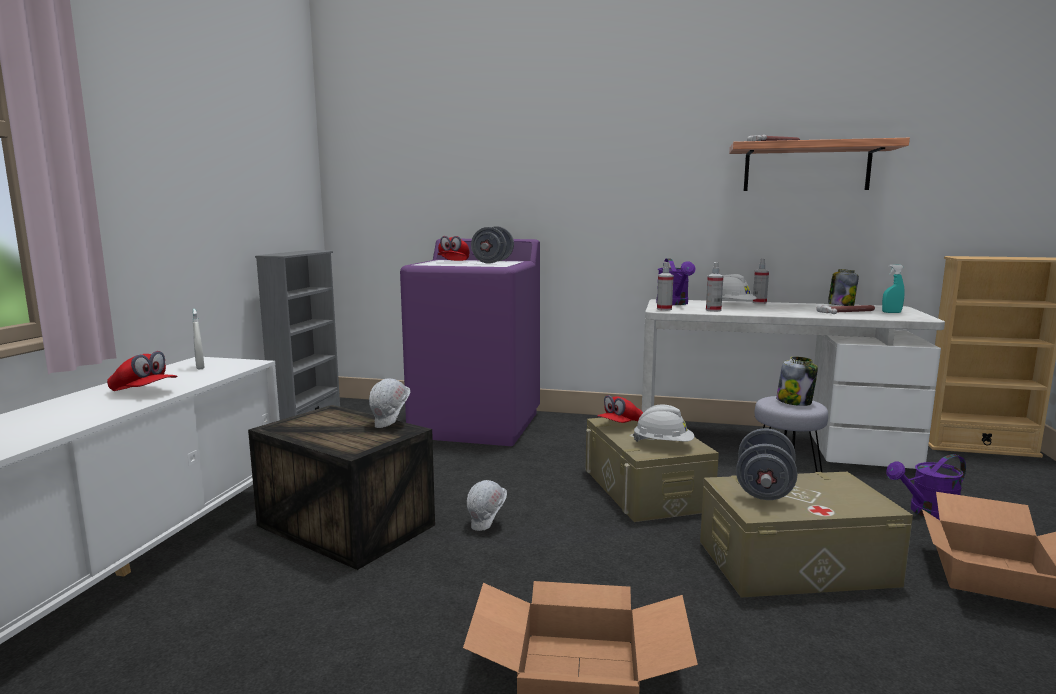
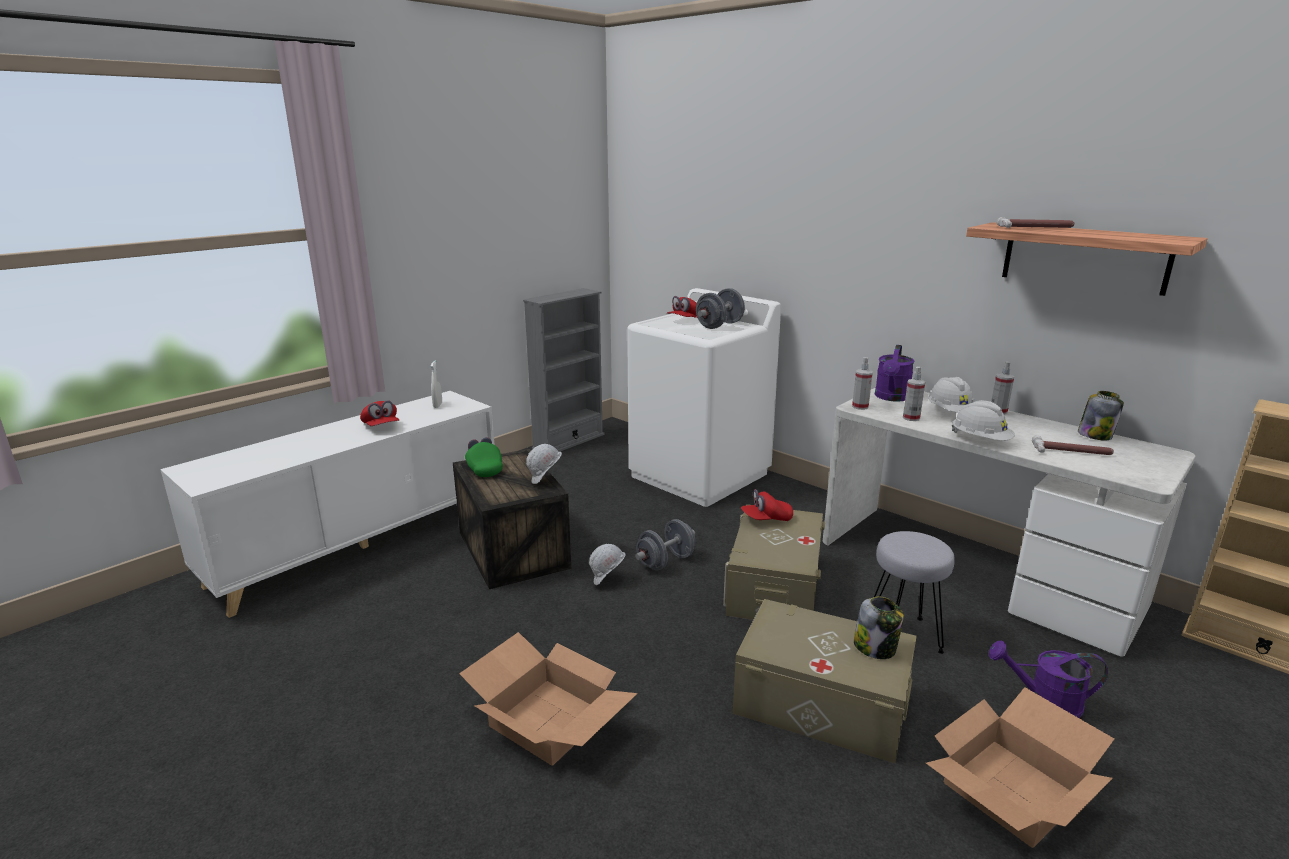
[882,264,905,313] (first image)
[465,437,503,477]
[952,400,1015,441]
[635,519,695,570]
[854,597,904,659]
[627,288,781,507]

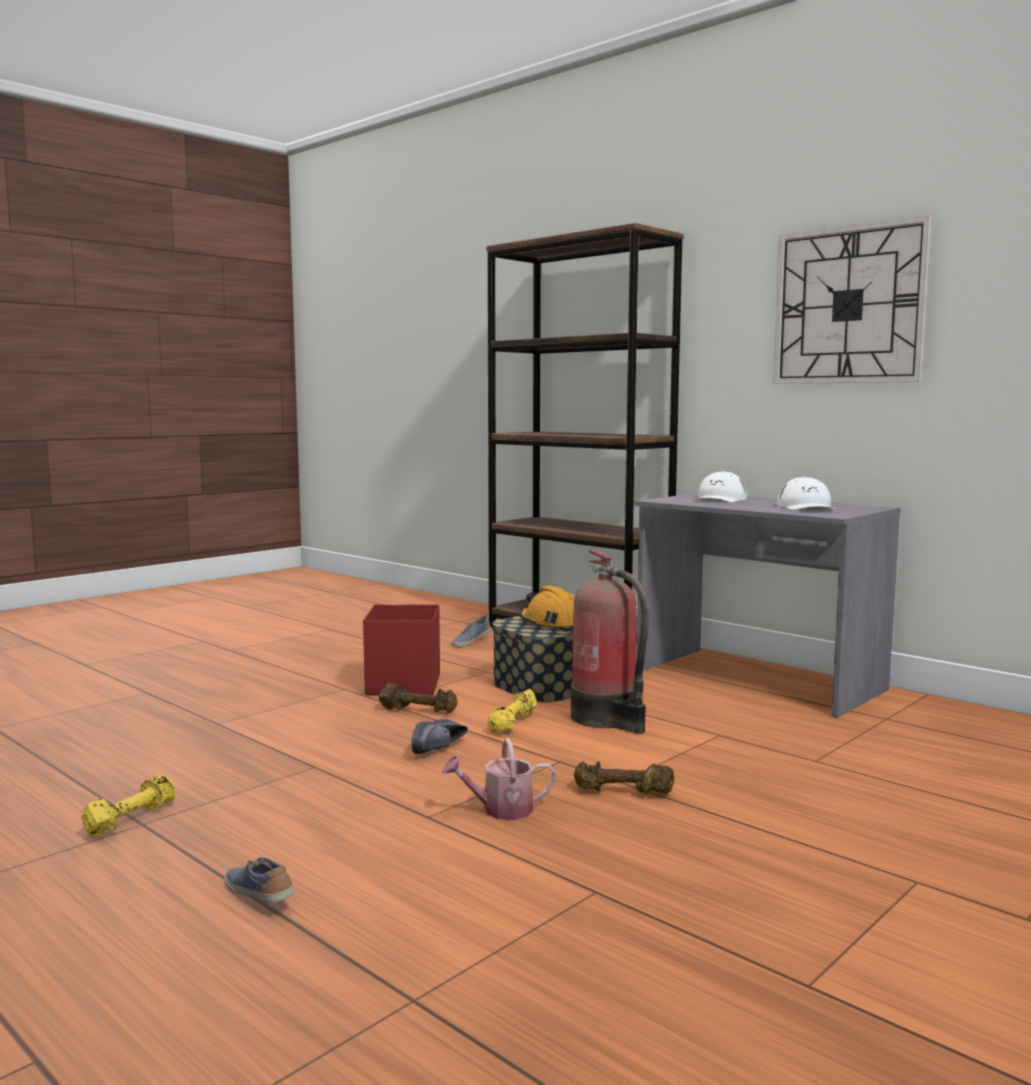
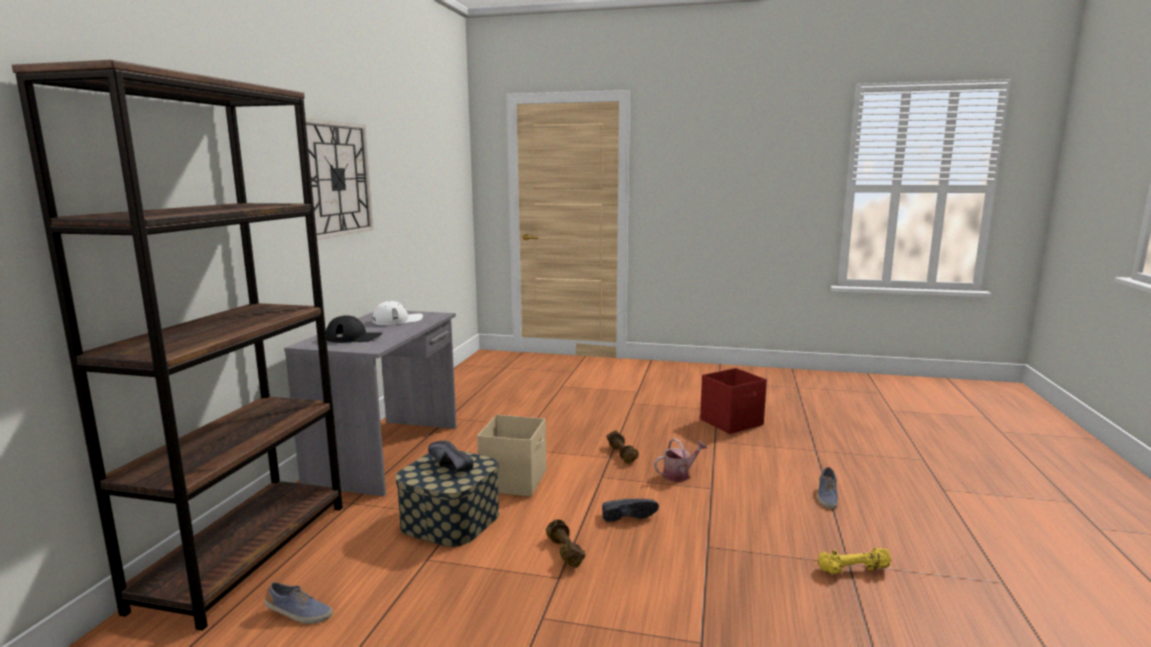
[487,689,537,733] (first image)
[700,368,767,434]
[428,440,474,472]
[477,414,546,497]
[326,316,382,343]
[654,438,707,482]

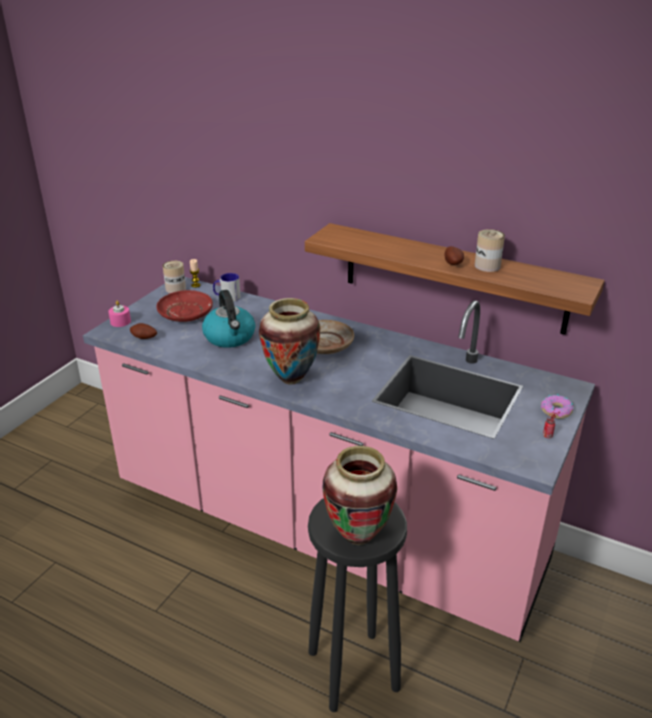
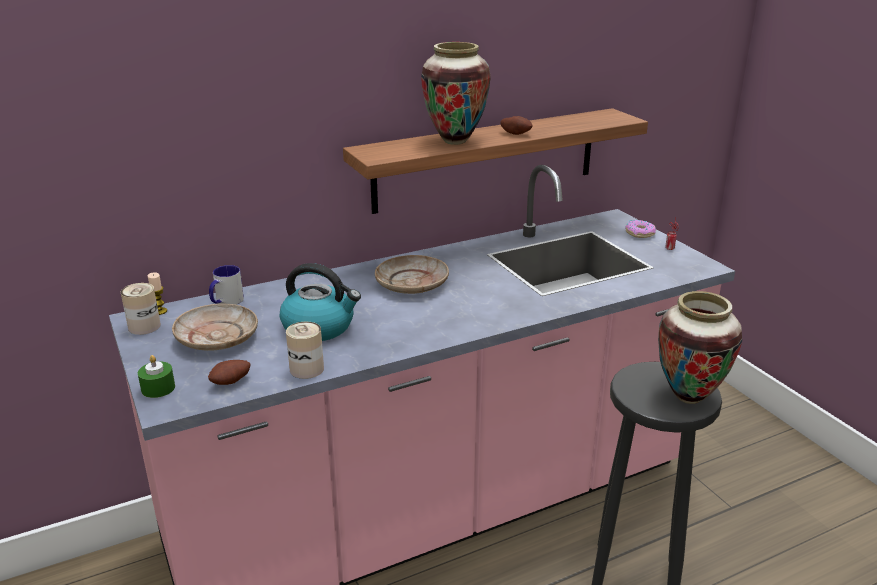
[421,42,491,145]
[286,322,324,379]
[138,355,175,398]
[172,304,258,351]

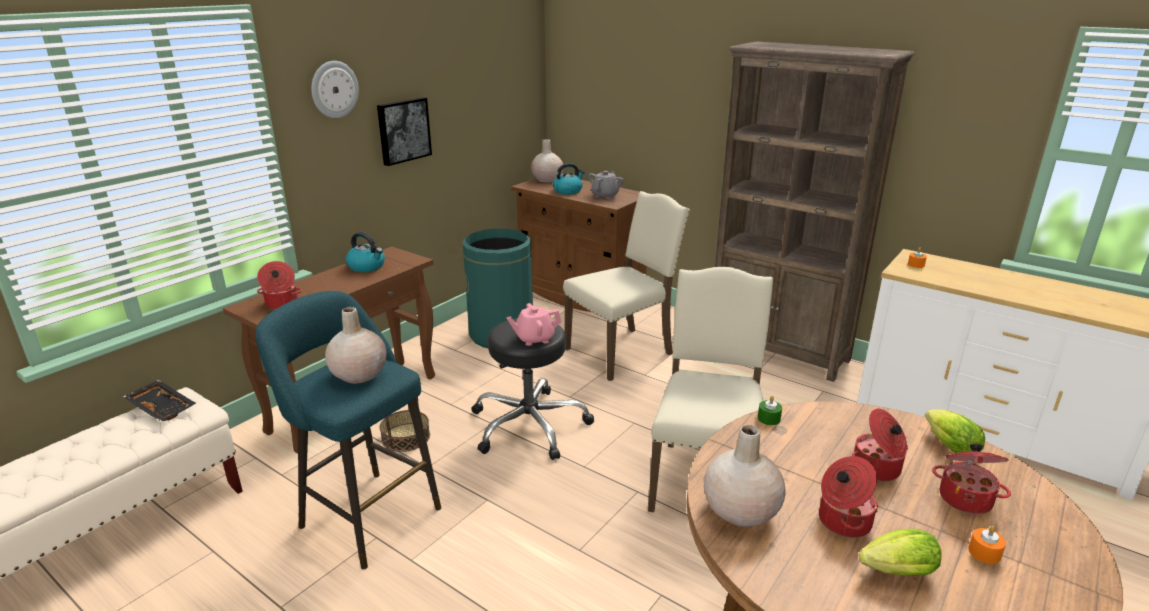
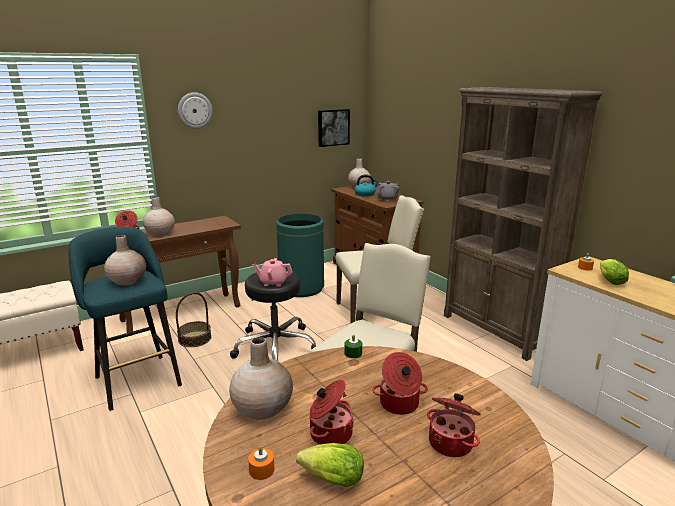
[123,380,196,422] (first image)
[346,232,385,272] (first image)
[143,196,175,236]
[318,109,350,147]
[600,259,629,285]
[248,446,275,480]

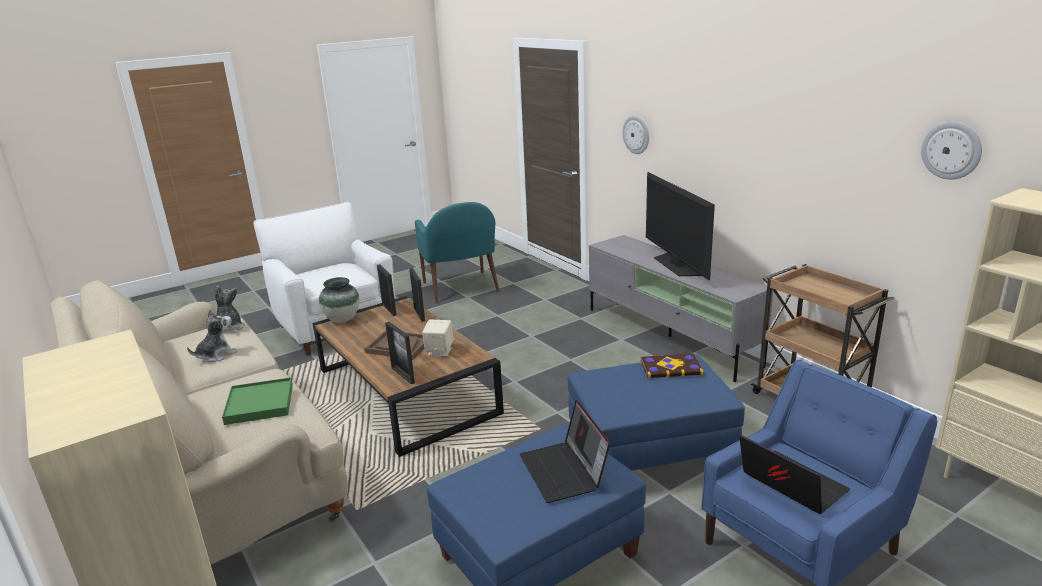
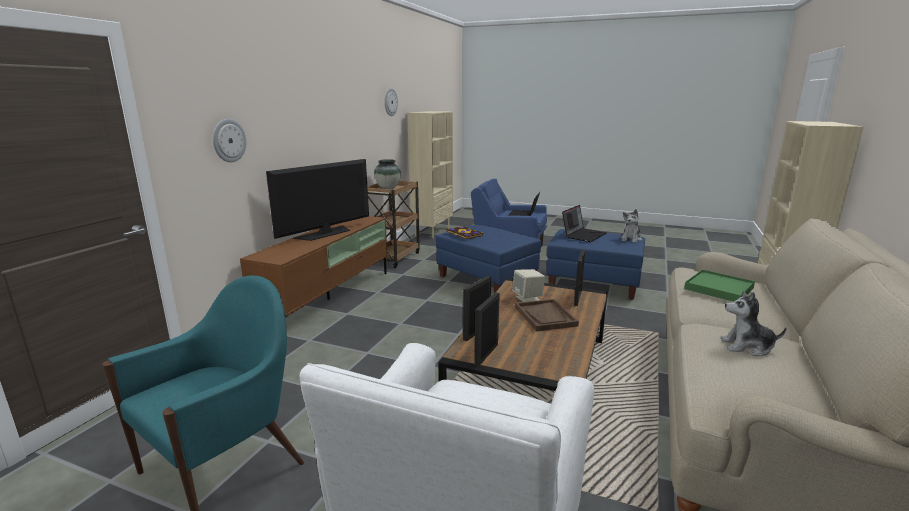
[621,209,642,243]
[374,159,401,189]
[240,216,387,317]

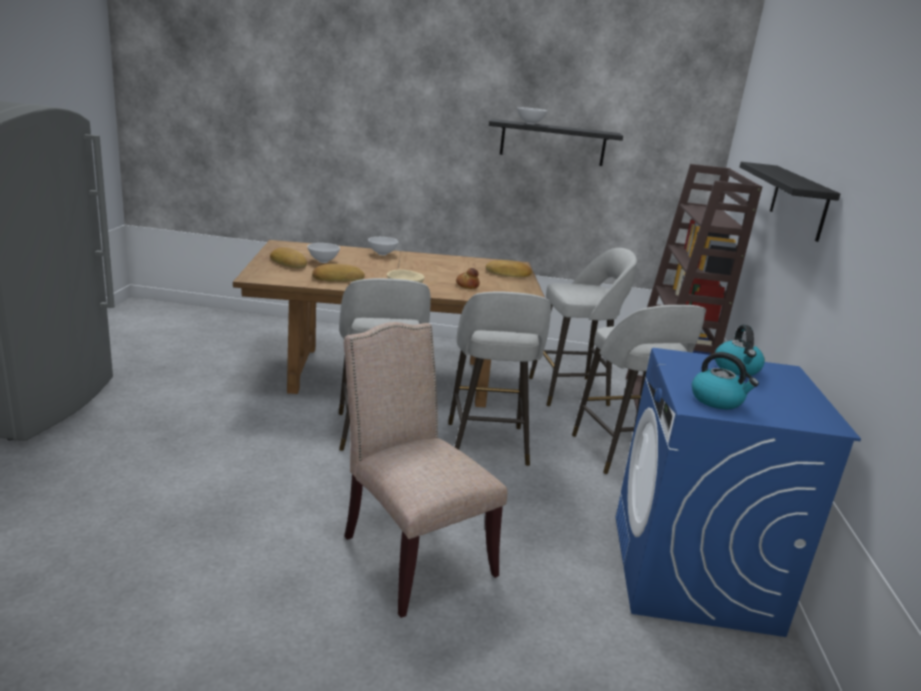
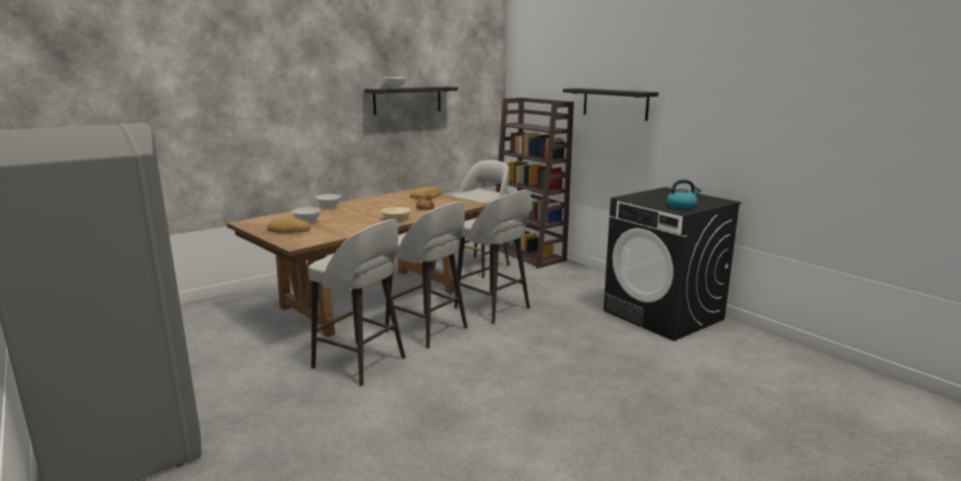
[312,264,365,282] (first image)
[343,322,508,618] (first image)
[715,325,765,375] (first image)
[308,219,406,386]
[603,187,741,341]

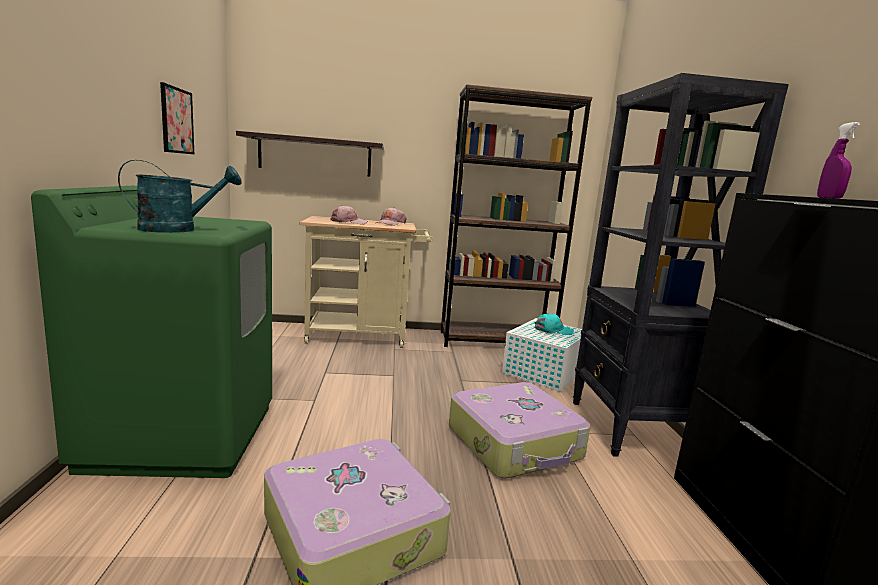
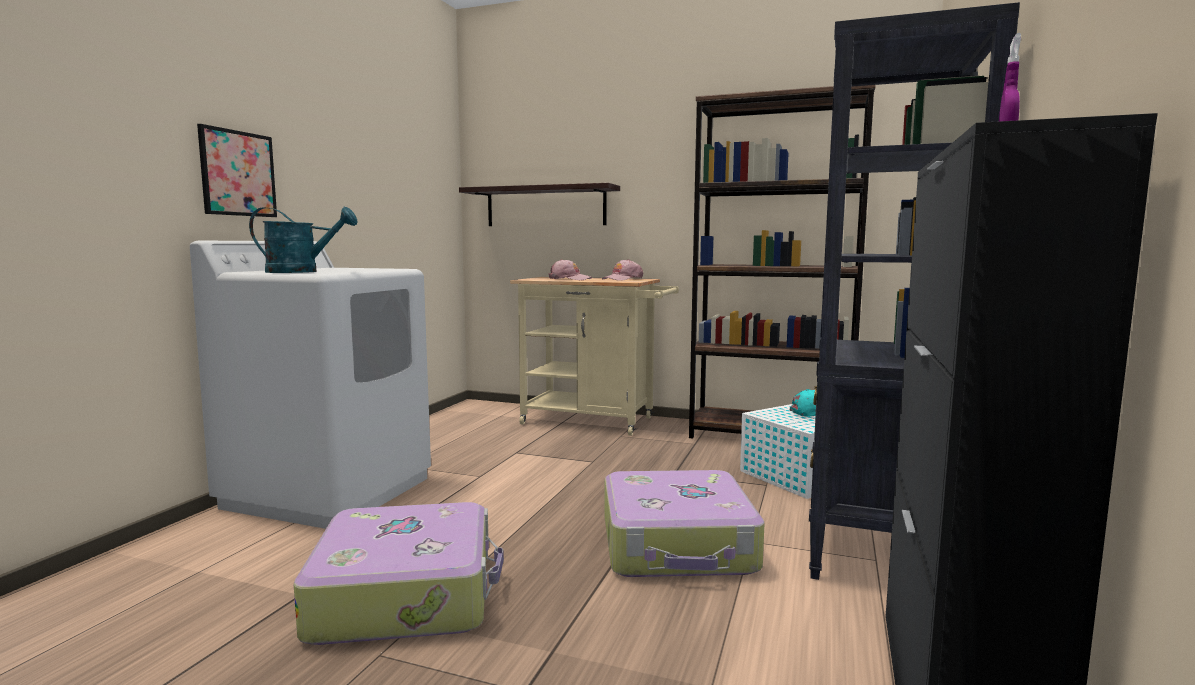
[197,124,277,217]
[190,241,431,529]

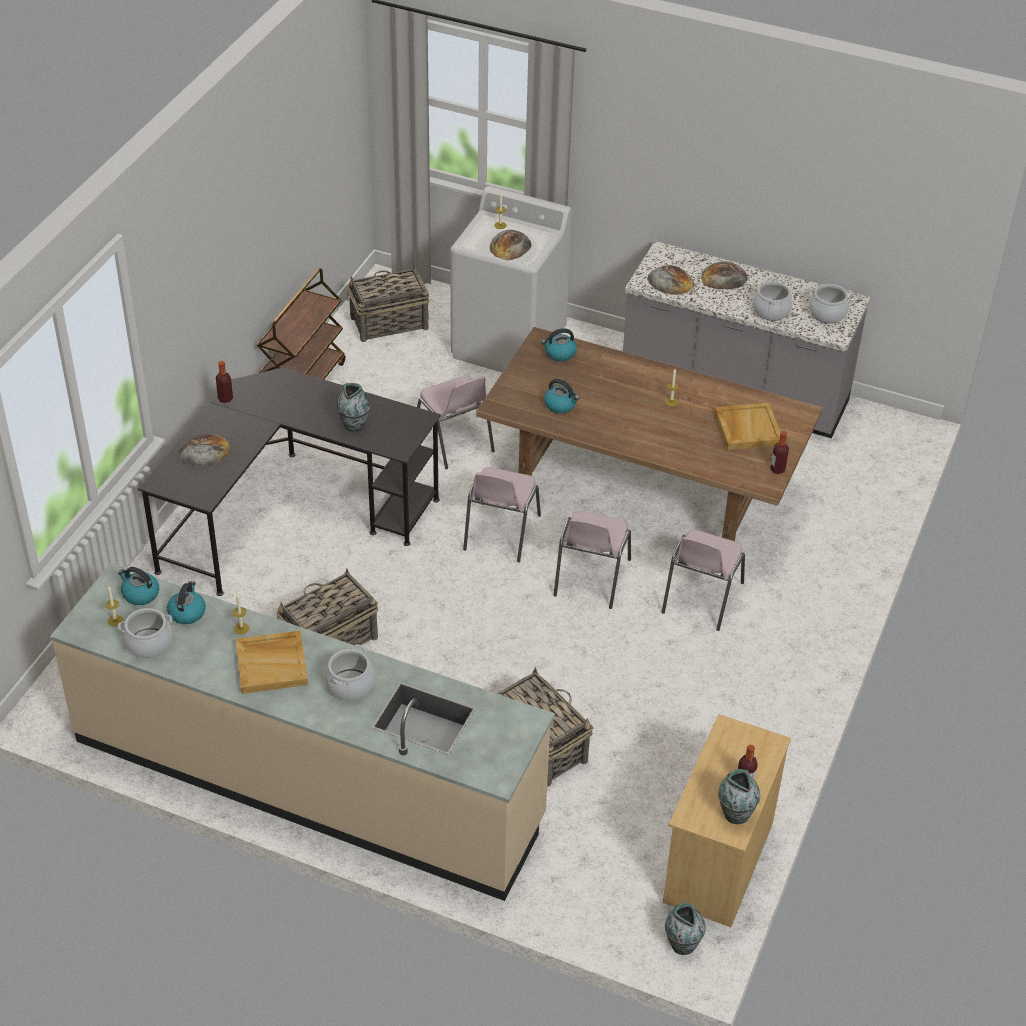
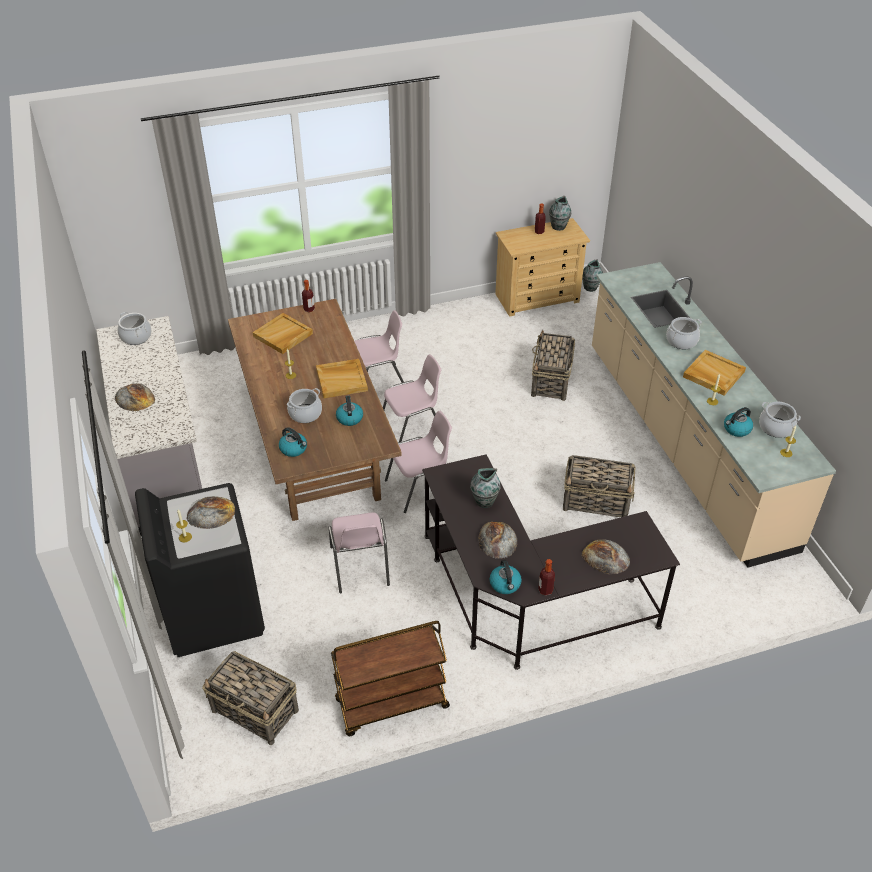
[316,359,368,398]
[490,560,522,594]
[478,522,517,559]
[287,388,322,423]
[135,483,265,657]
[329,512,390,593]

